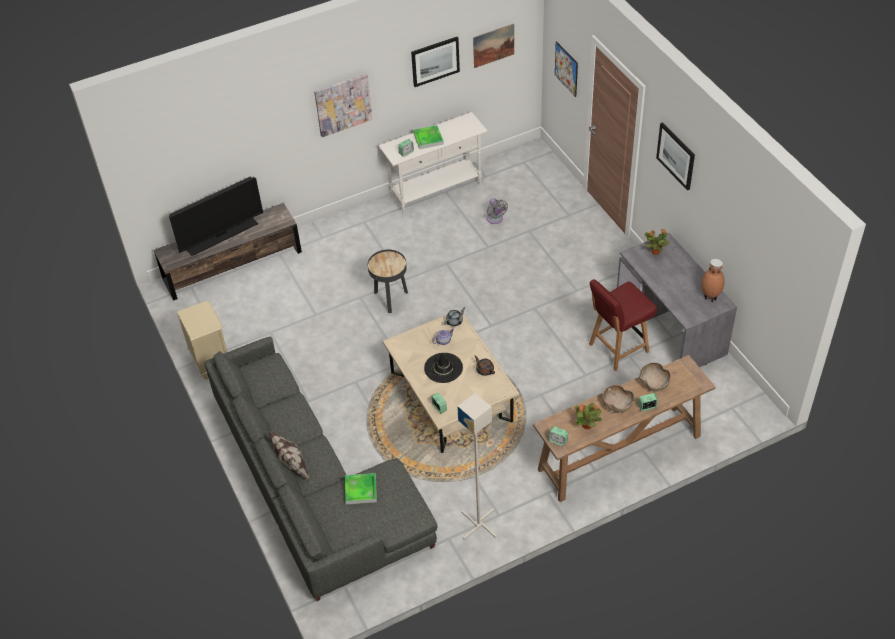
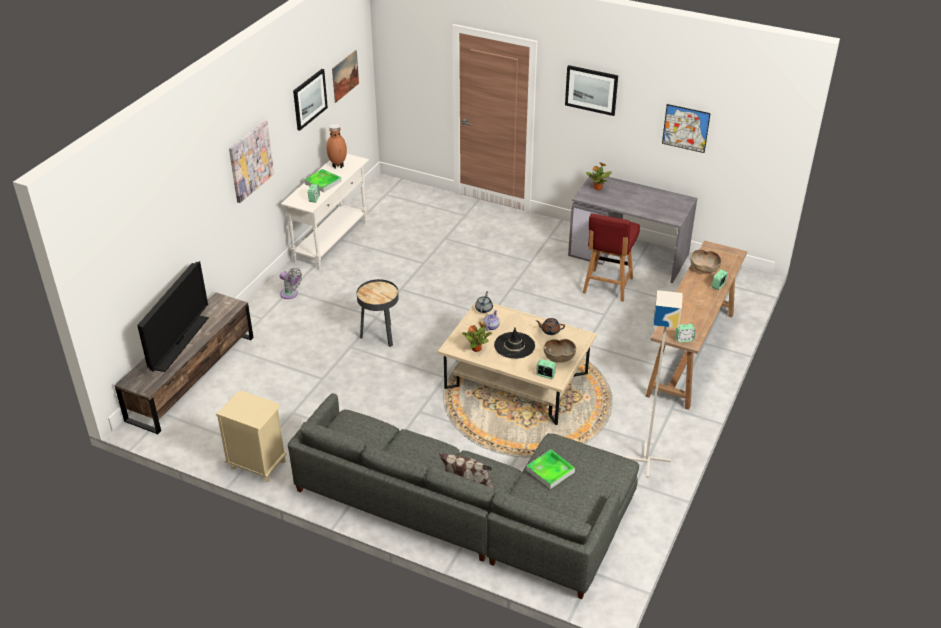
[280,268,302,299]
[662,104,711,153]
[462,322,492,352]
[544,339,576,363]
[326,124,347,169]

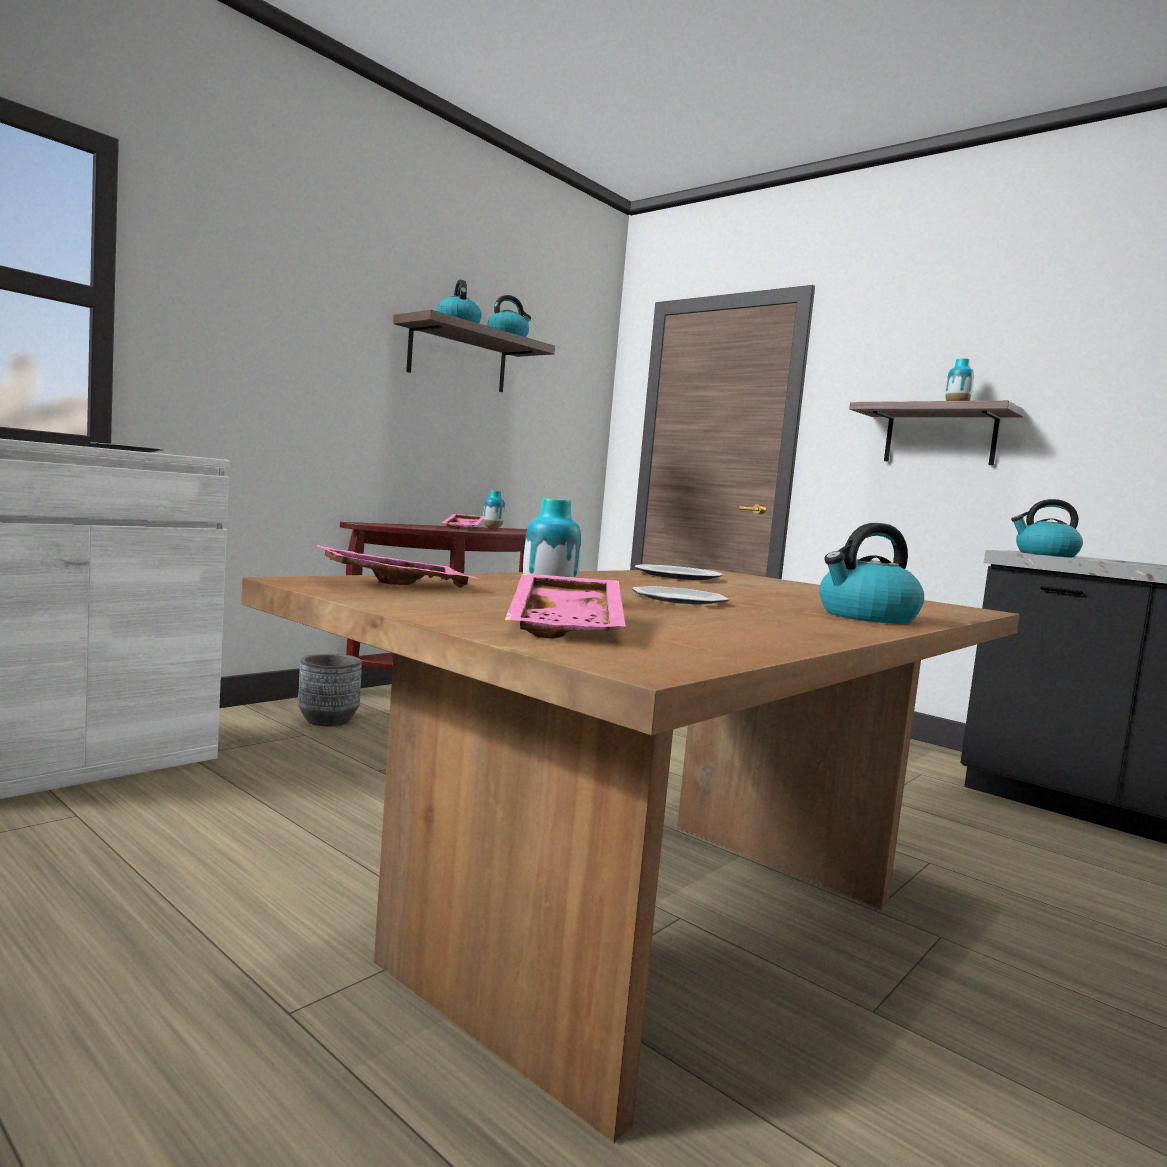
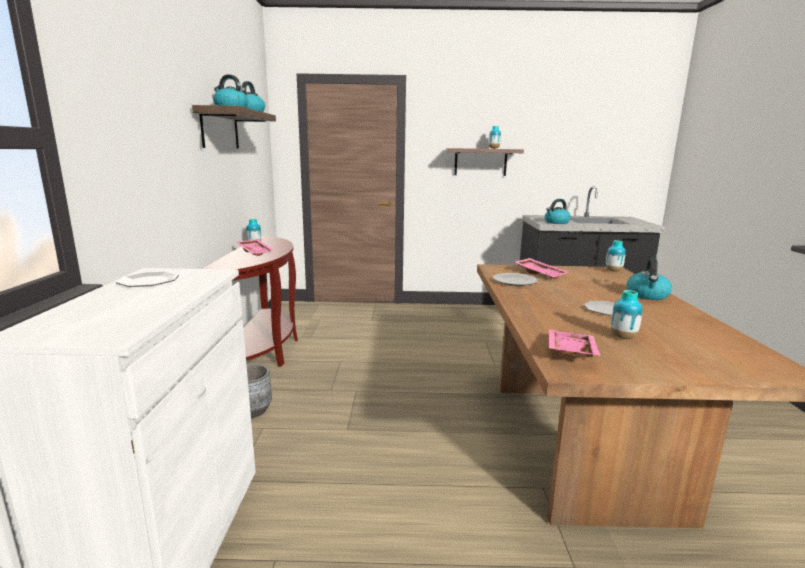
[606,240,626,272]
[515,258,568,279]

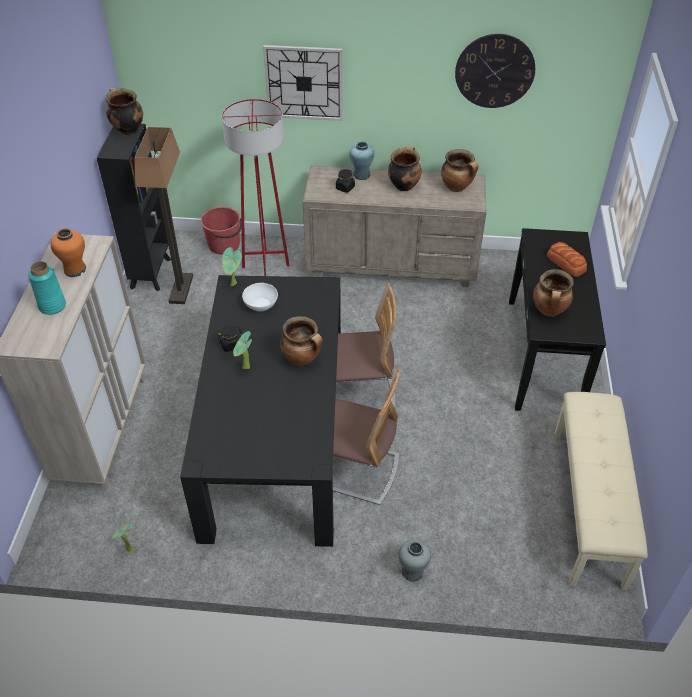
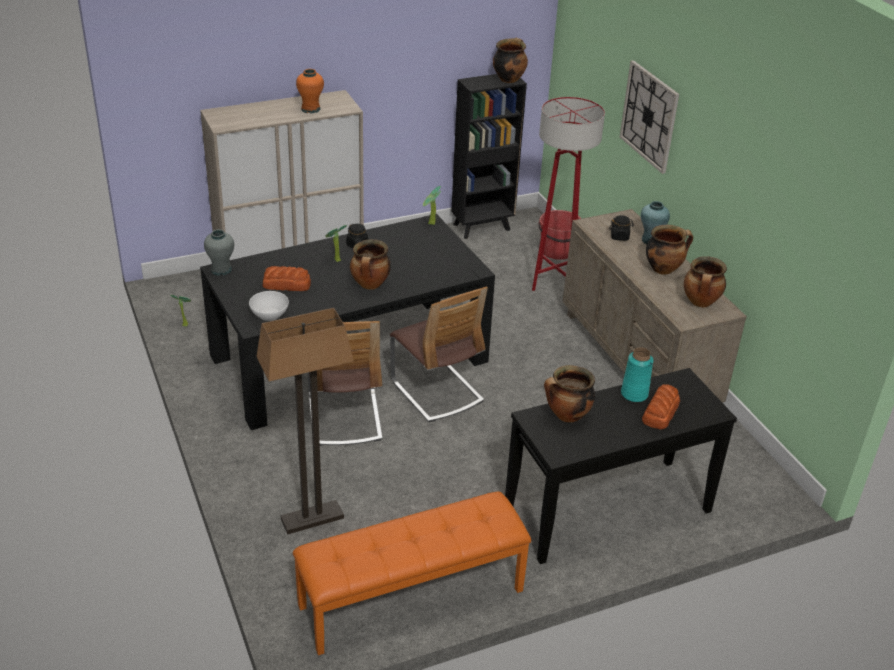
[455,34,535,108] (first image)
[262,266,311,291]
[621,347,653,402]
[256,308,354,534]
[249,291,289,321]
[204,229,234,276]
[293,491,531,655]

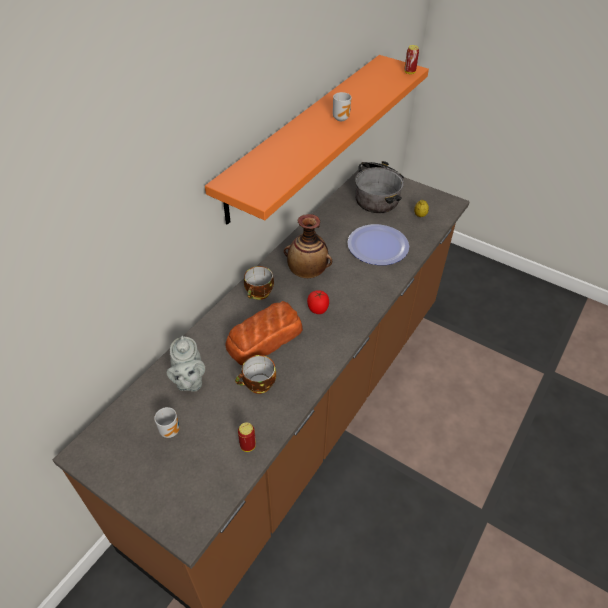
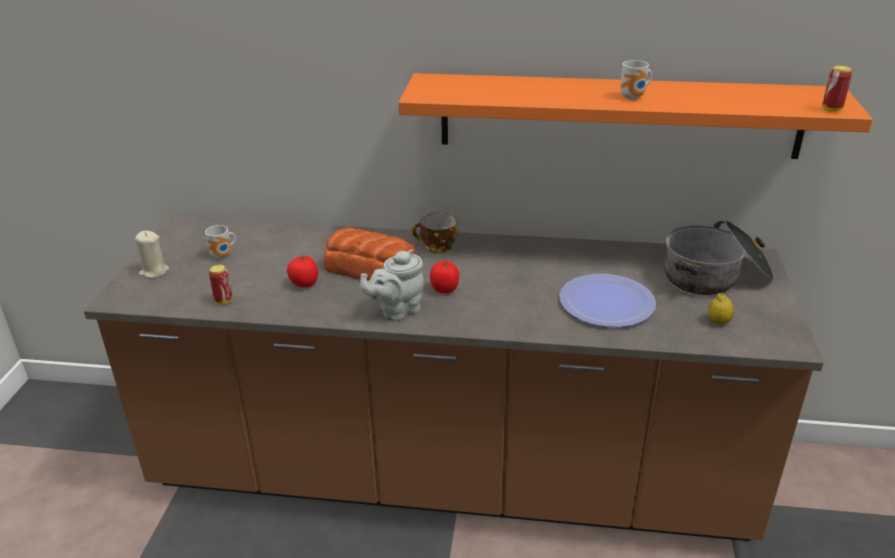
[284,214,332,278] (first image)
[135,231,169,278]
[360,249,424,321]
[287,255,318,287]

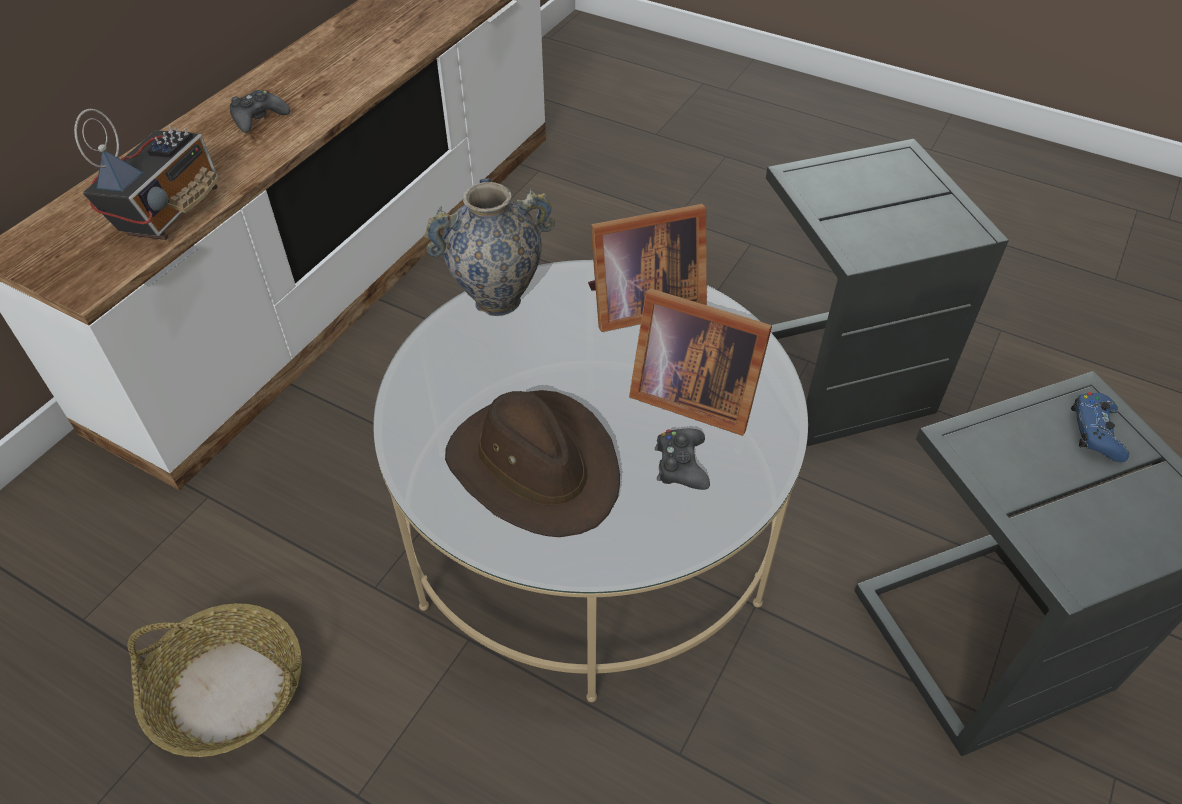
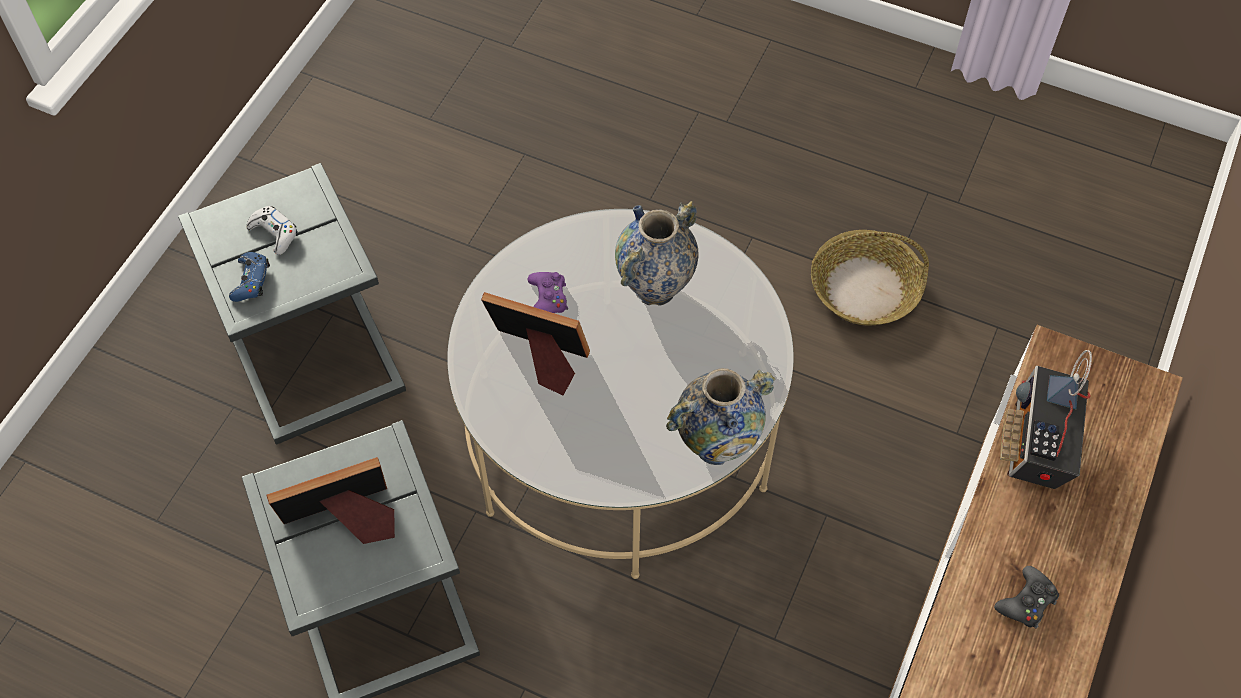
[246,206,298,255]
[266,457,395,544]
[615,201,699,306]
[528,272,568,313]

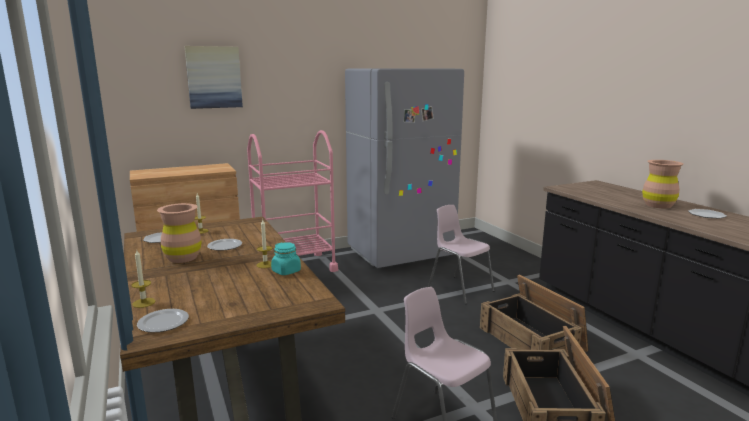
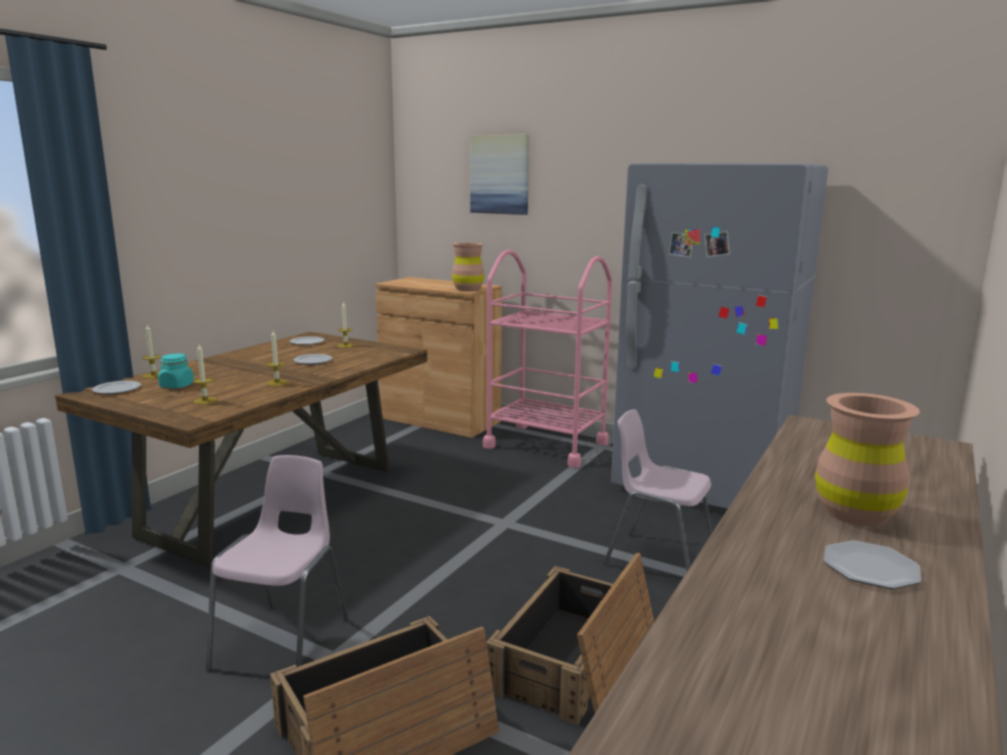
[193,344,217,404]
[452,242,484,291]
[158,354,194,388]
[603,409,712,571]

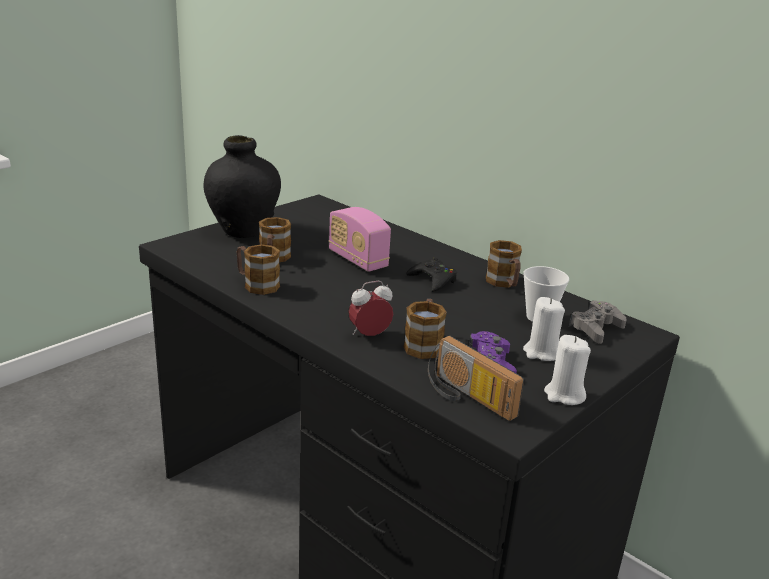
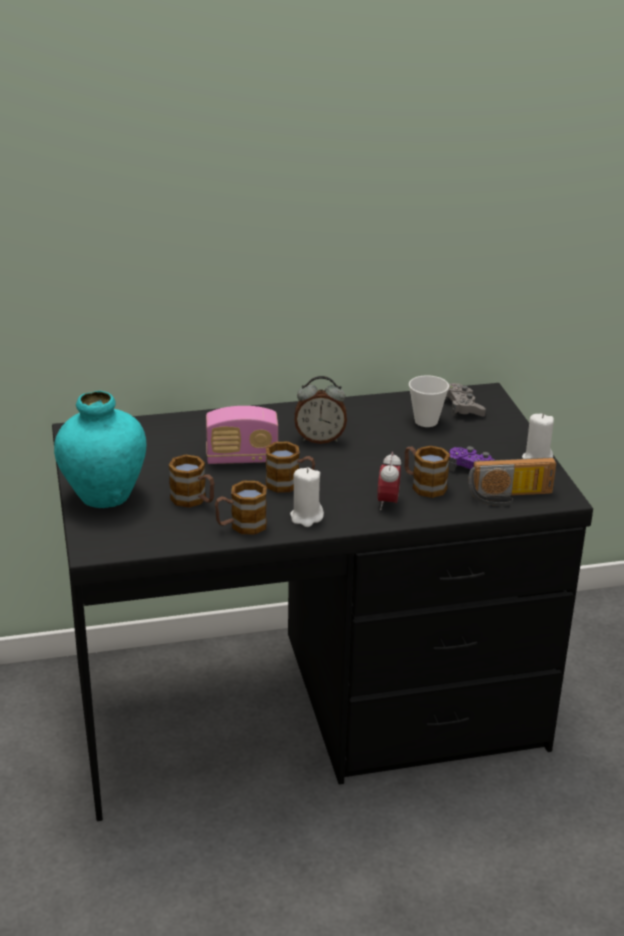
[266,442,315,493]
[290,468,324,527]
[294,376,347,444]
[54,391,146,508]

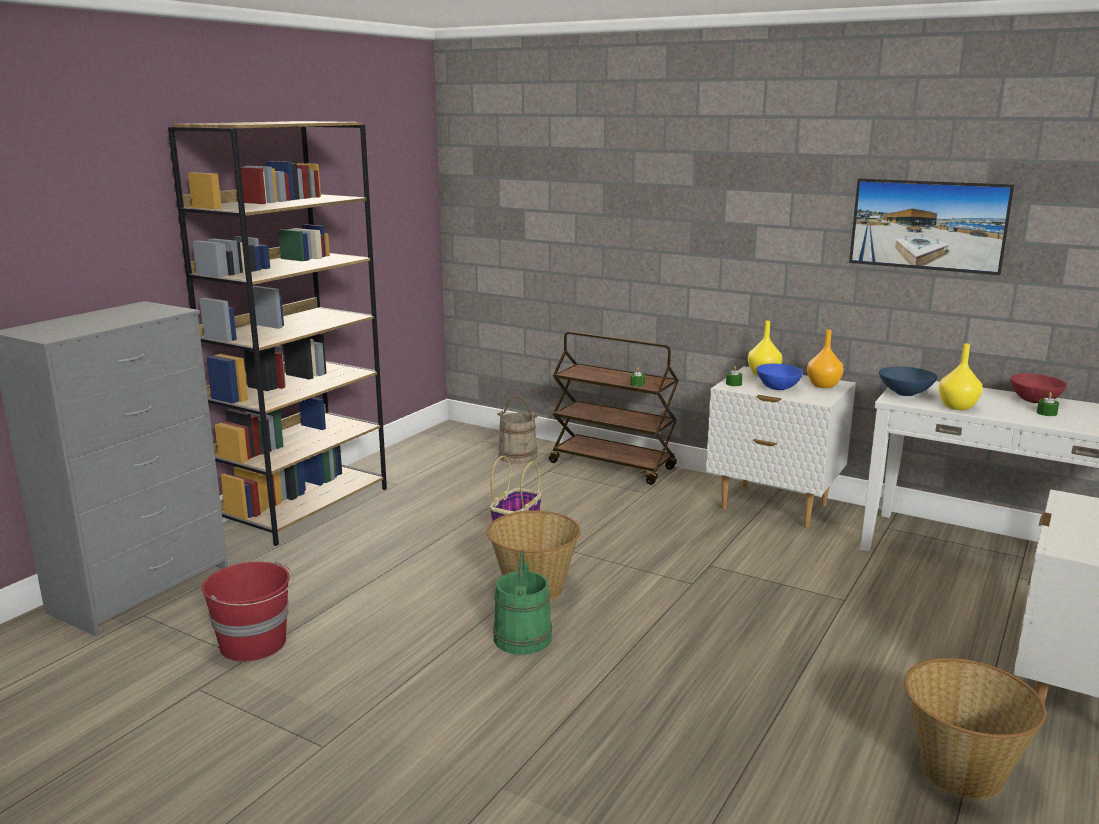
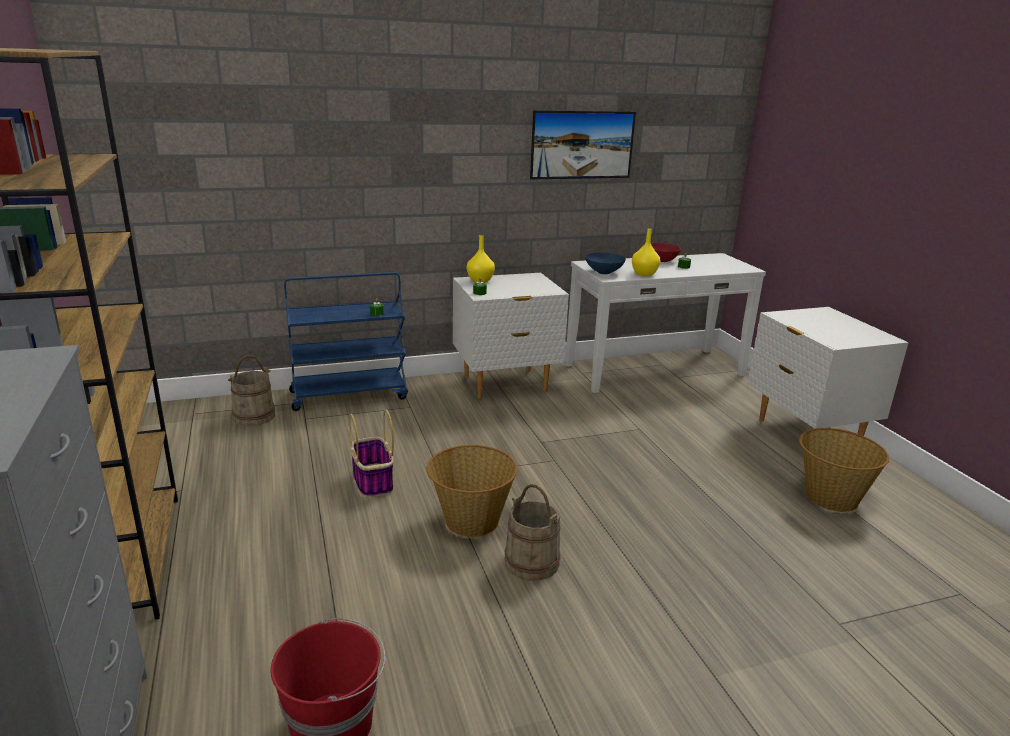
[756,364,803,390] (first image)
[807,330,844,388] (first image)
[505,484,561,581]
[284,272,408,411]

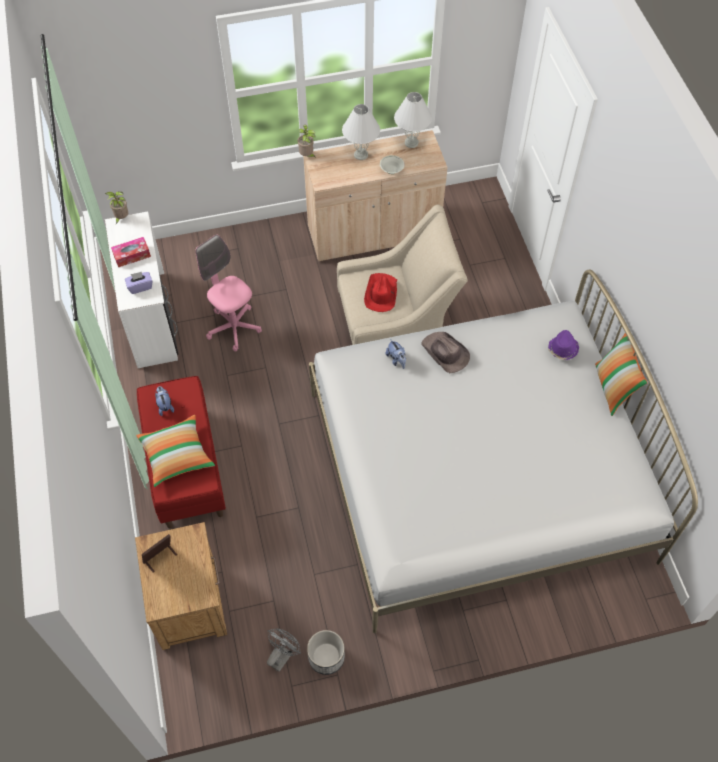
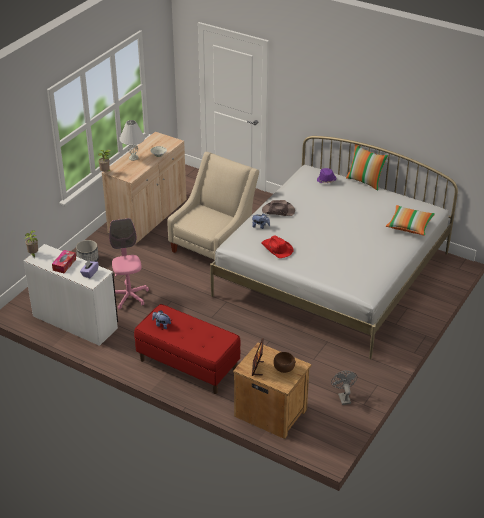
[394,92,432,148] (first image)
[273,352,296,373]
[386,205,435,236]
[76,240,99,262]
[261,235,293,258]
[109,218,149,310]

